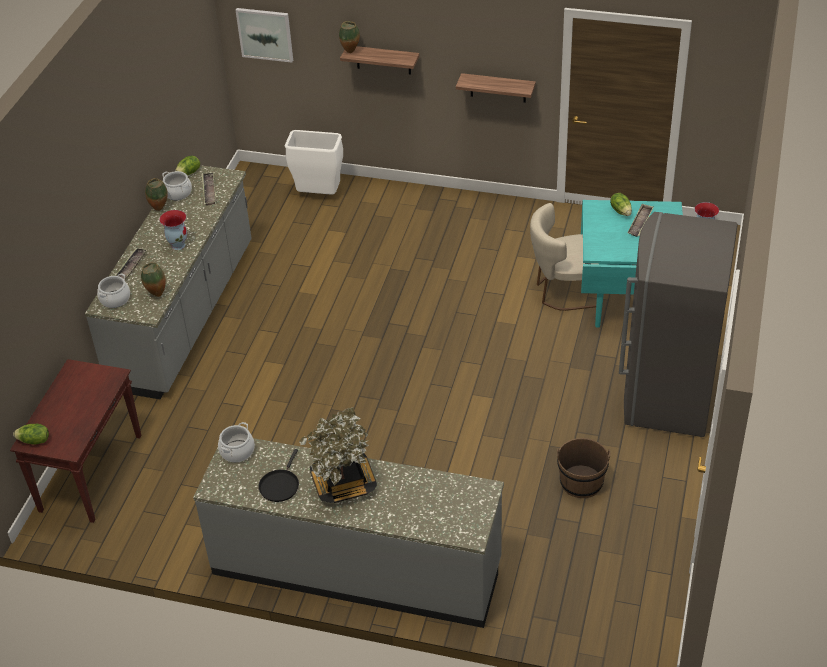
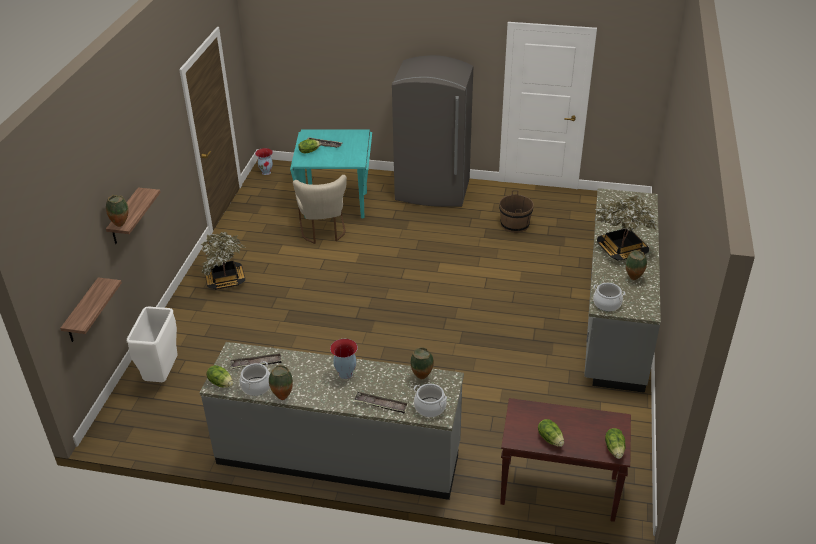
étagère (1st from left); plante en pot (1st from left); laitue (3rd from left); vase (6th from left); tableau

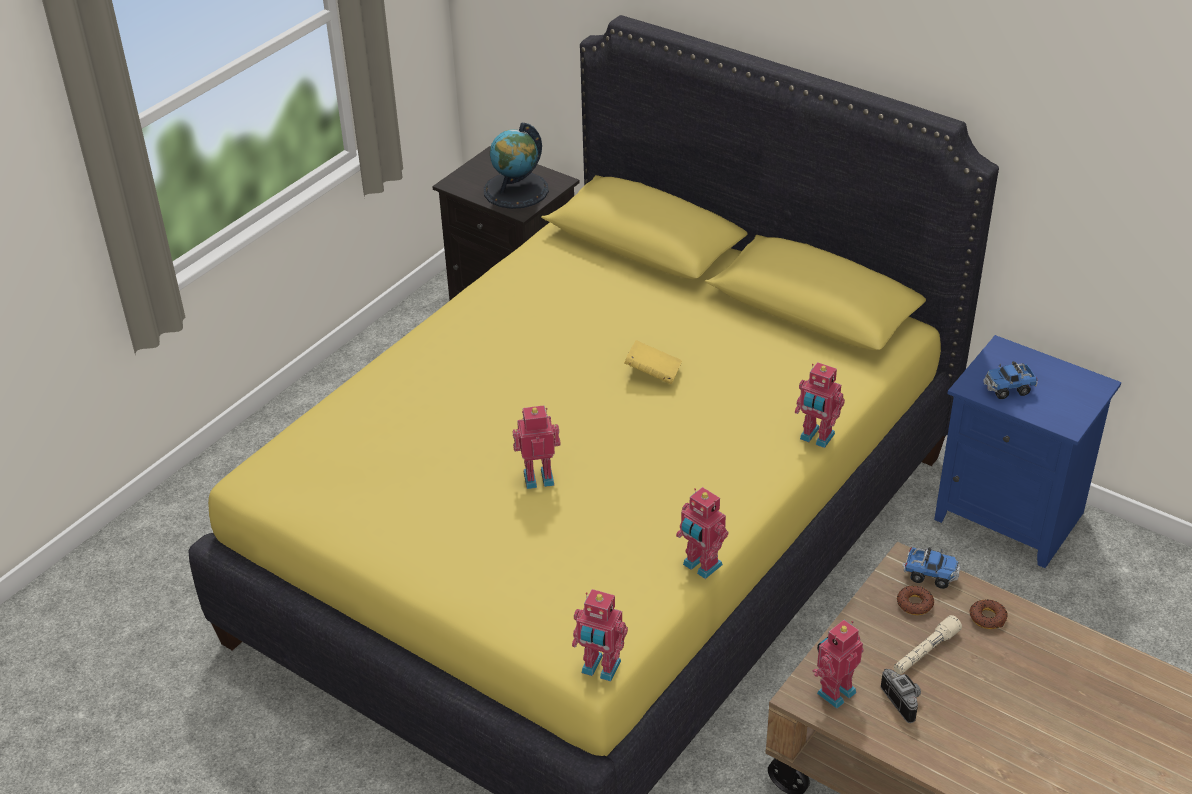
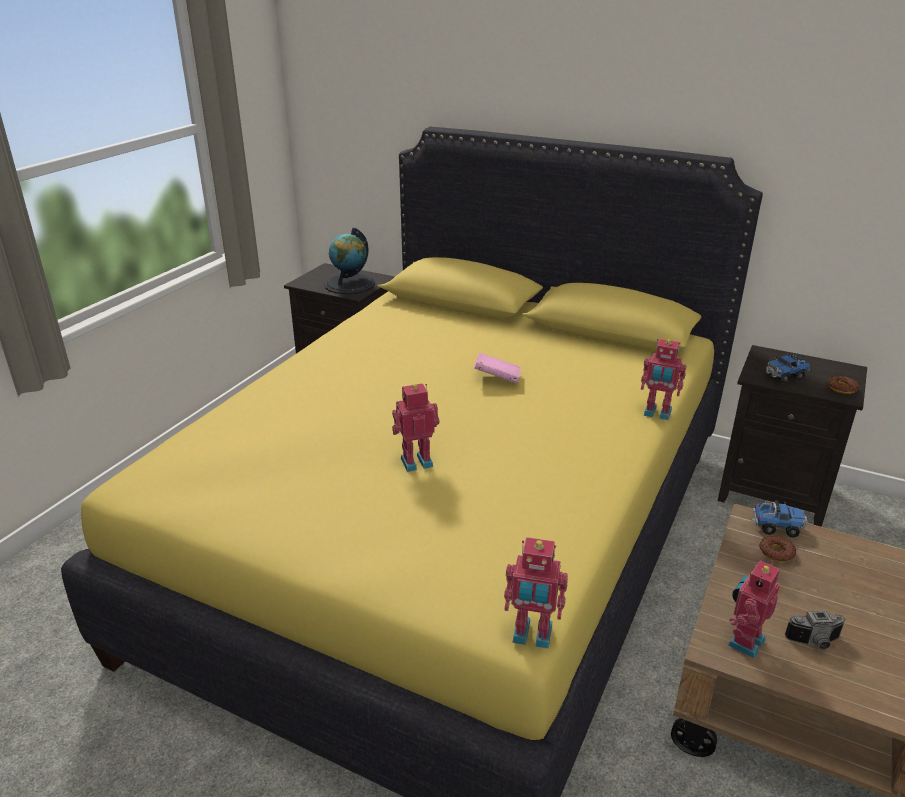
livre [rose]; table de chevet [noir] (2nd from left); appareil photo; beignet (2nd from left); robot jouet (3rd from left in the first image); lampe de poche [beige]

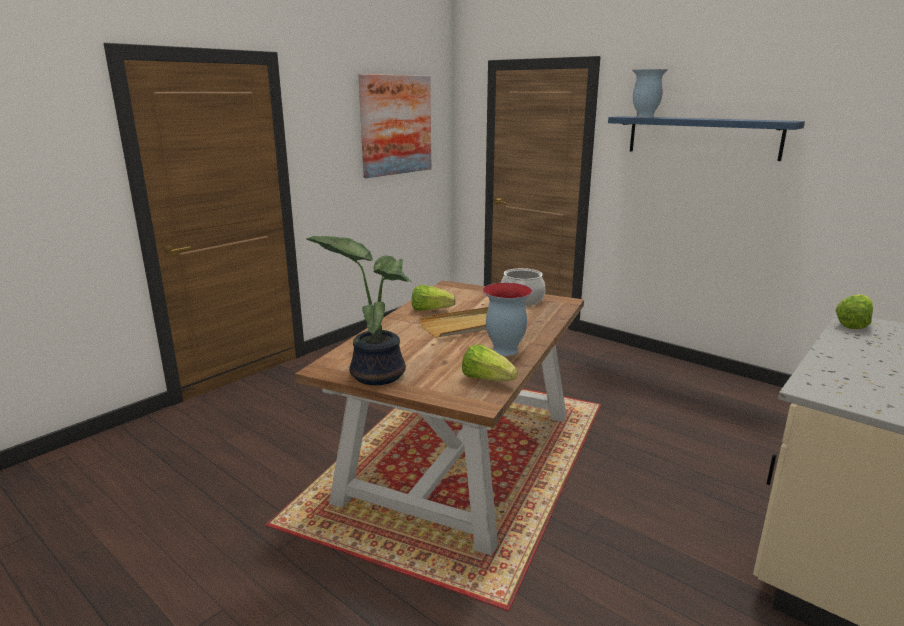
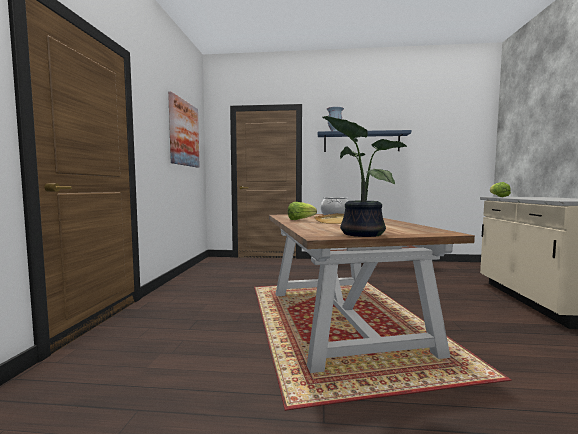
laitue (2nd from left in the first image); vase (1st from left in the first image)

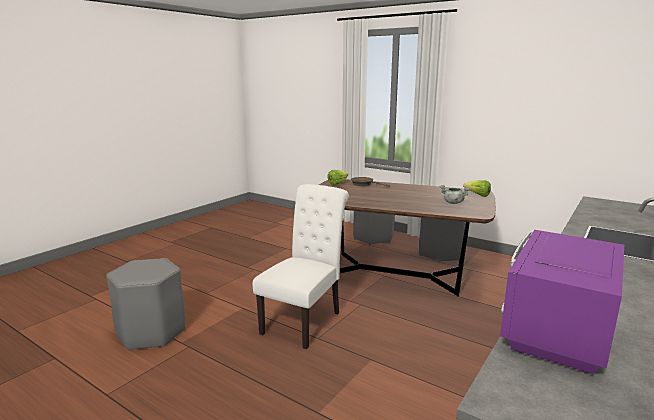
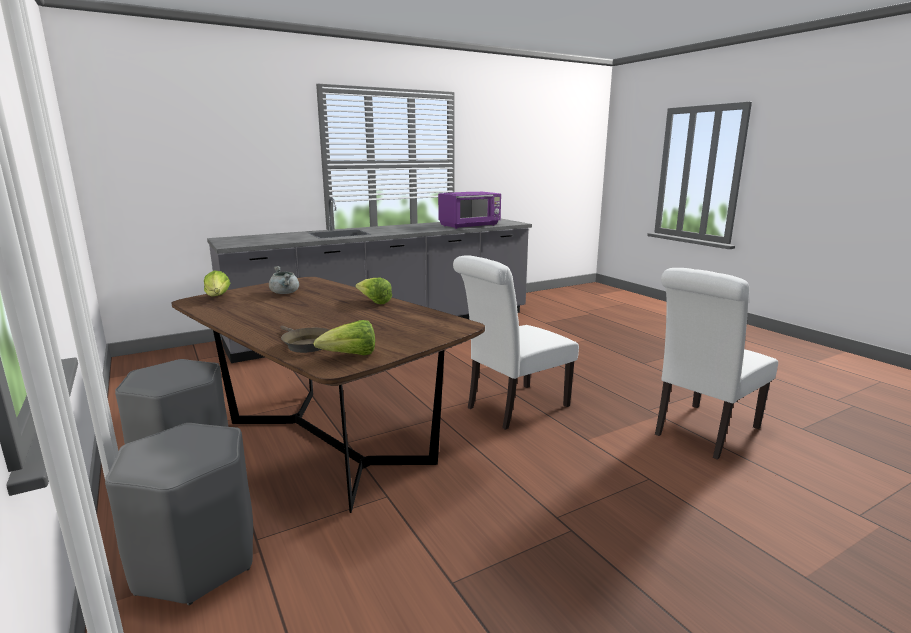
laitue (3rd from left); chaise [blanc] (2nd from left)

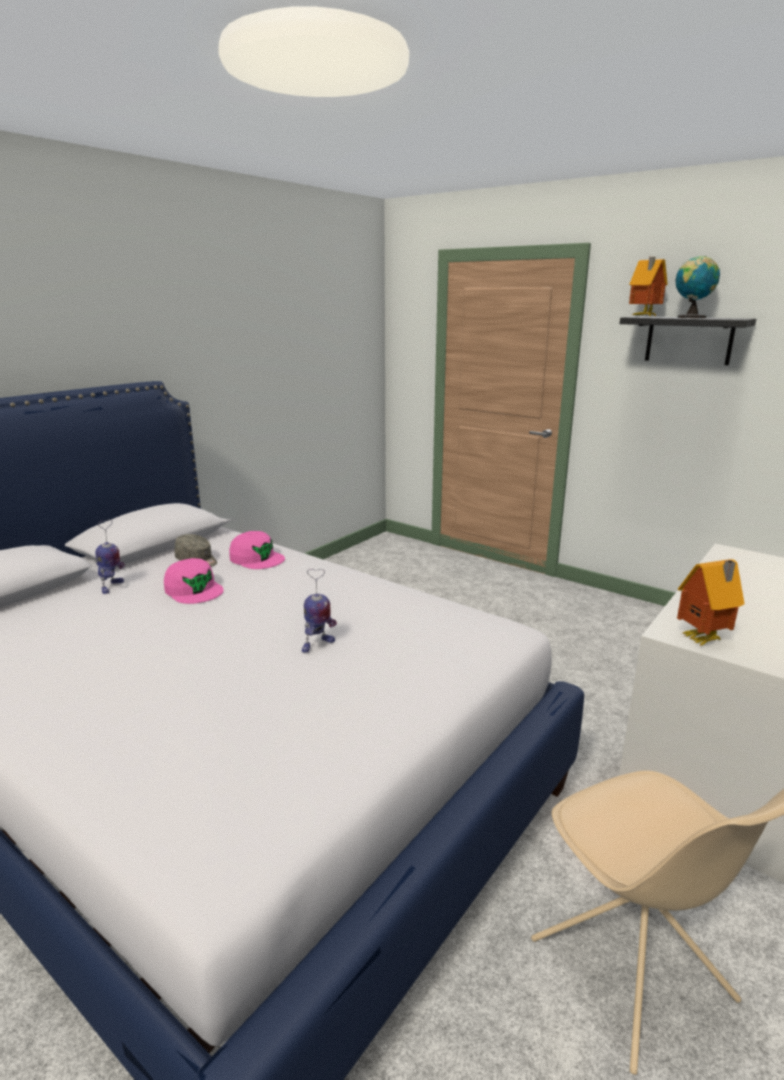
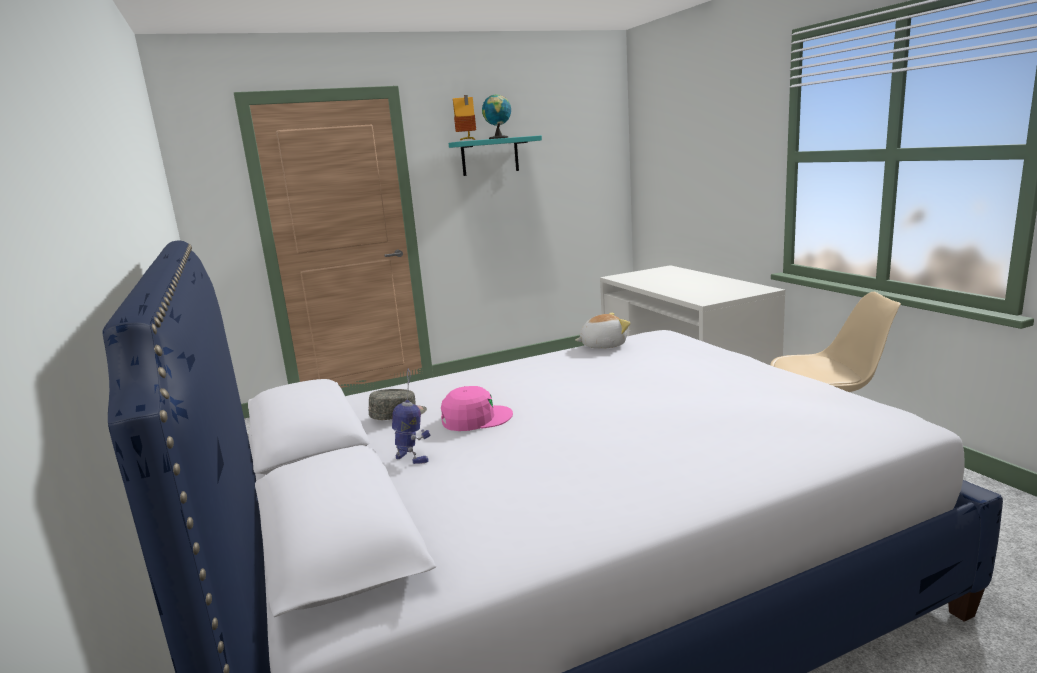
étagère [turquoise]; peluche; casquette [rose] (2nd from left in the first image); robot jouet (2nd from left in the first image); maison miniature (2nd from left in the first image)

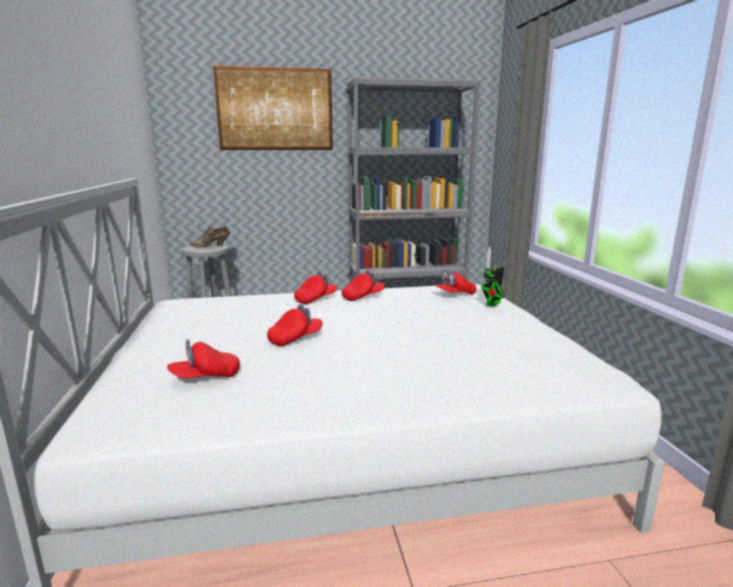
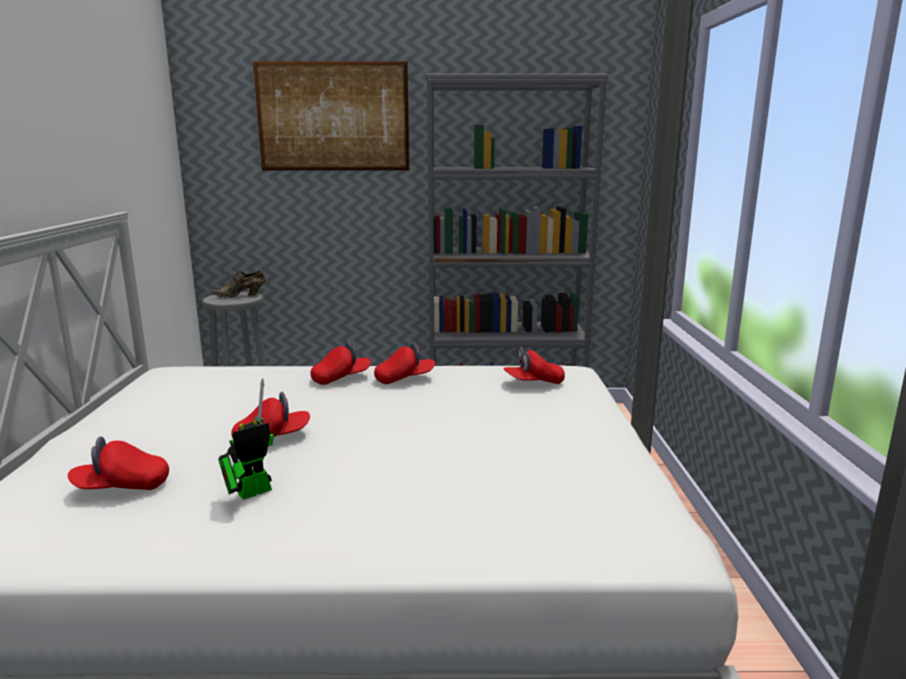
robot jouet

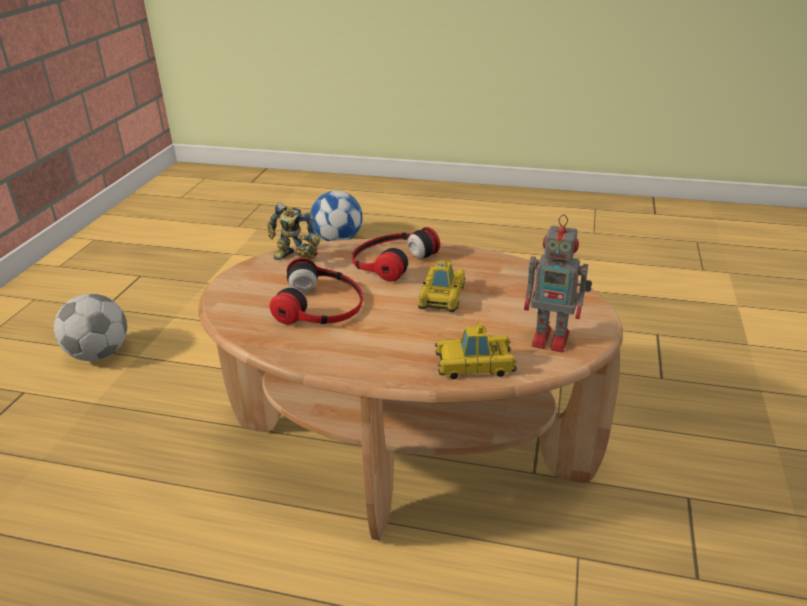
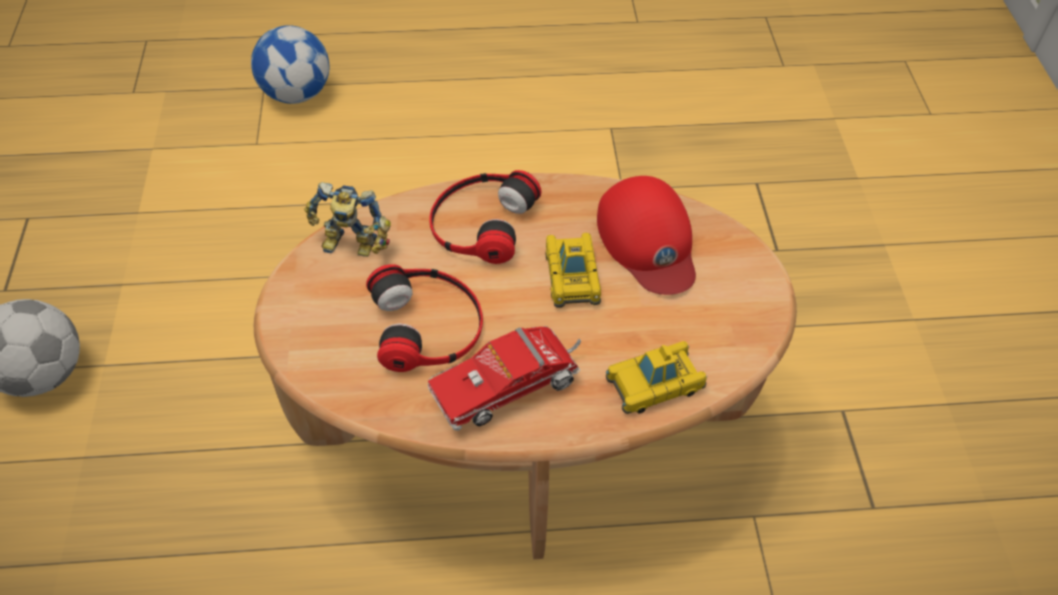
camion jouet; casquette [rouge]; robot jouet (2nd from left in the first image)

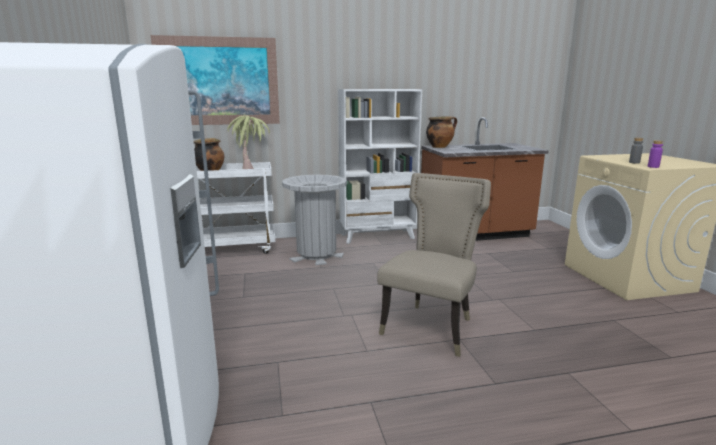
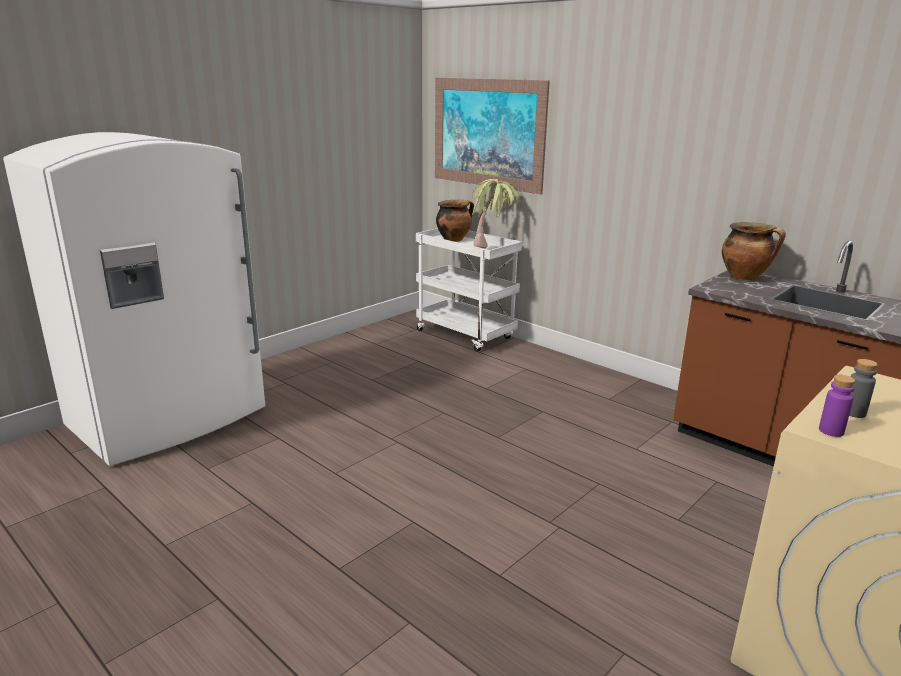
poubelle [gris]; bibliothèque [blanc]; chaise [beige]

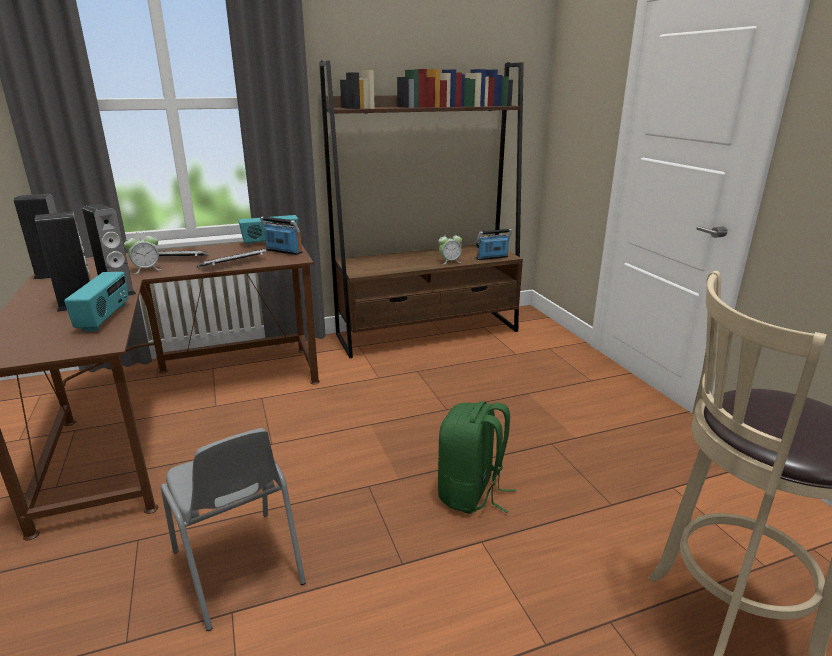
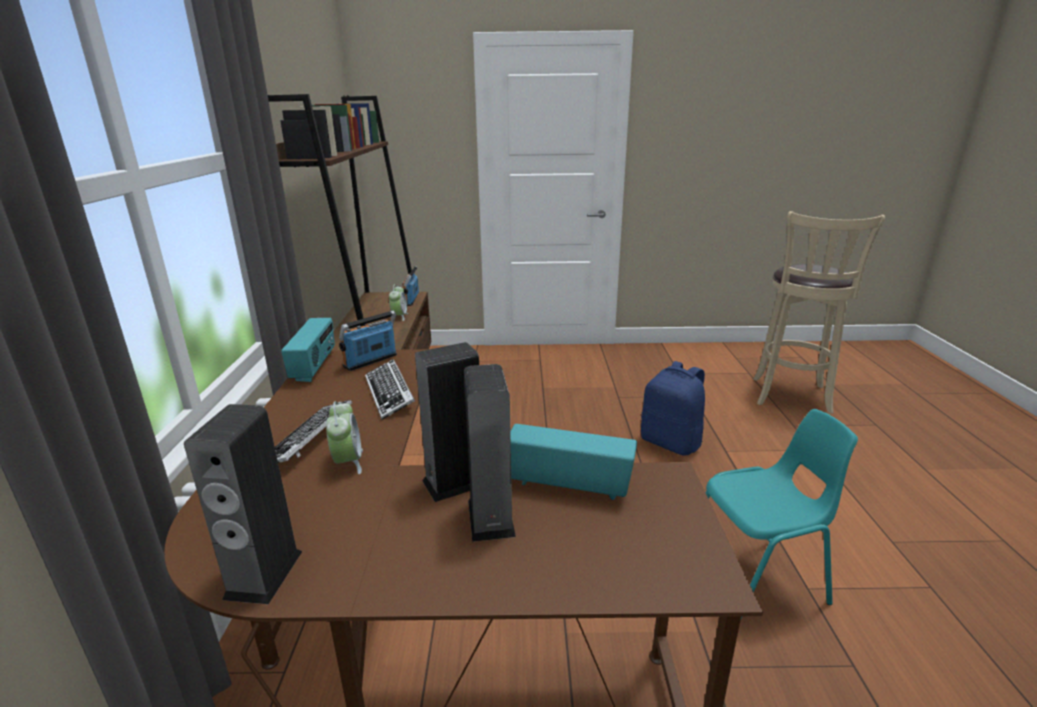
sac à dos [bleu]; chaise [turquoise]

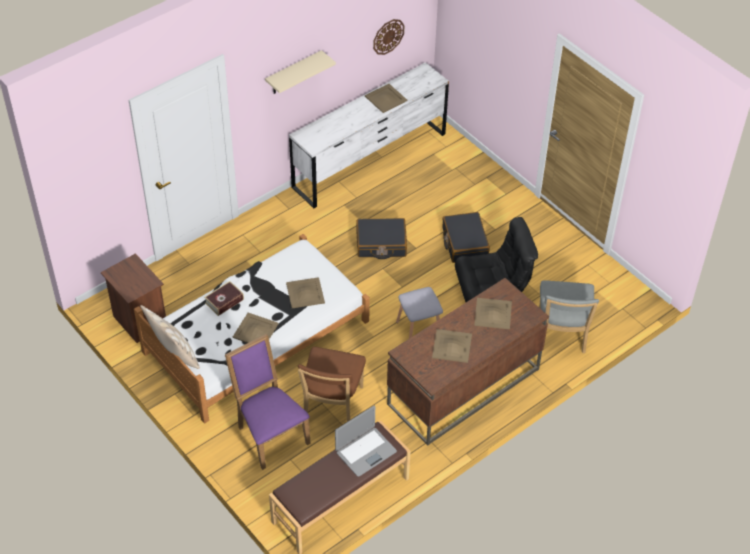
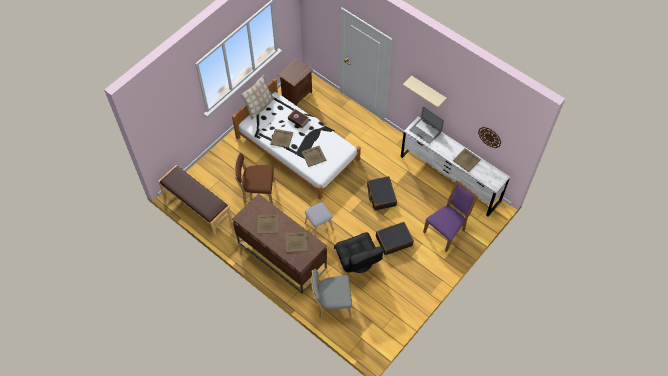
ordinateur portable; chaise [violet]

